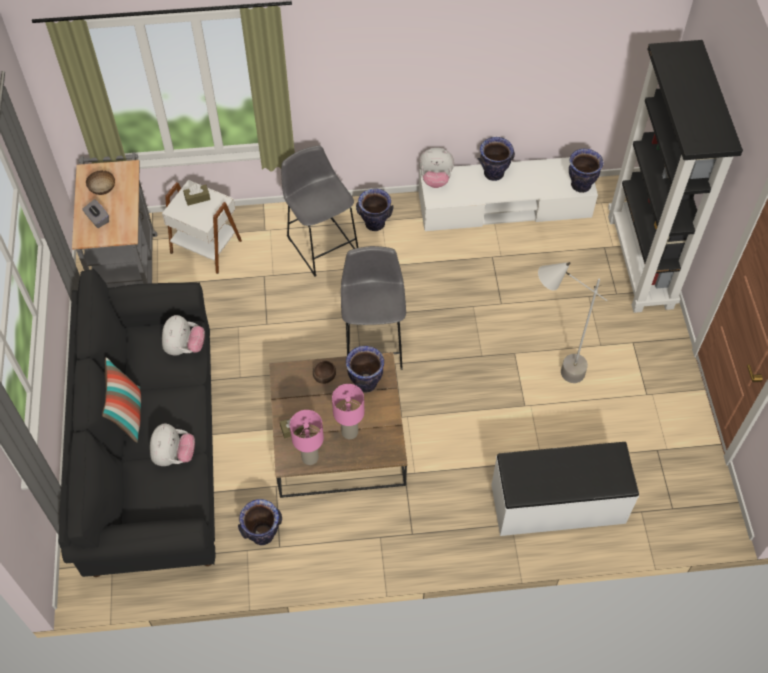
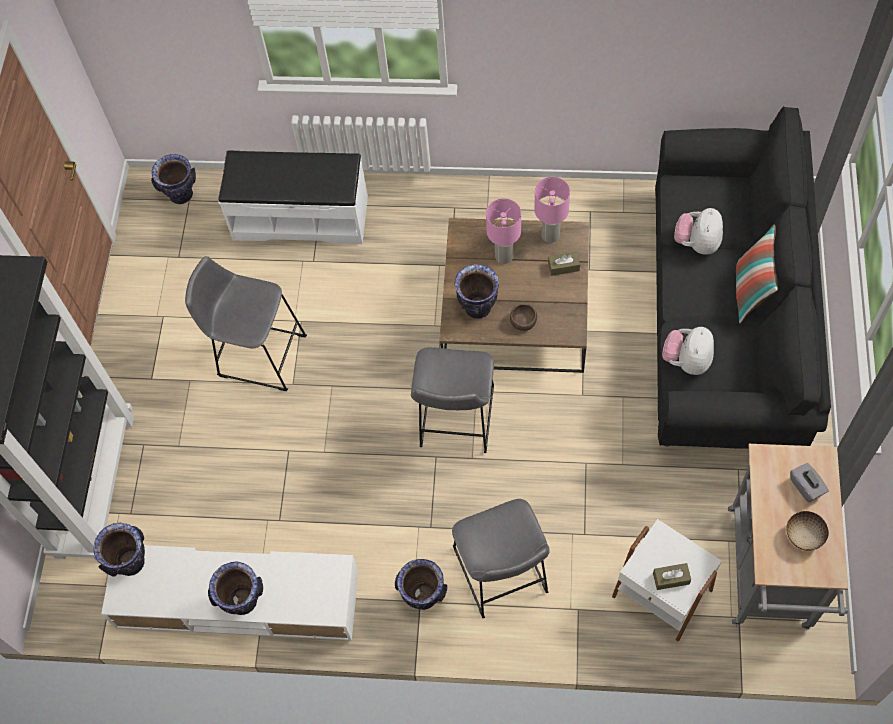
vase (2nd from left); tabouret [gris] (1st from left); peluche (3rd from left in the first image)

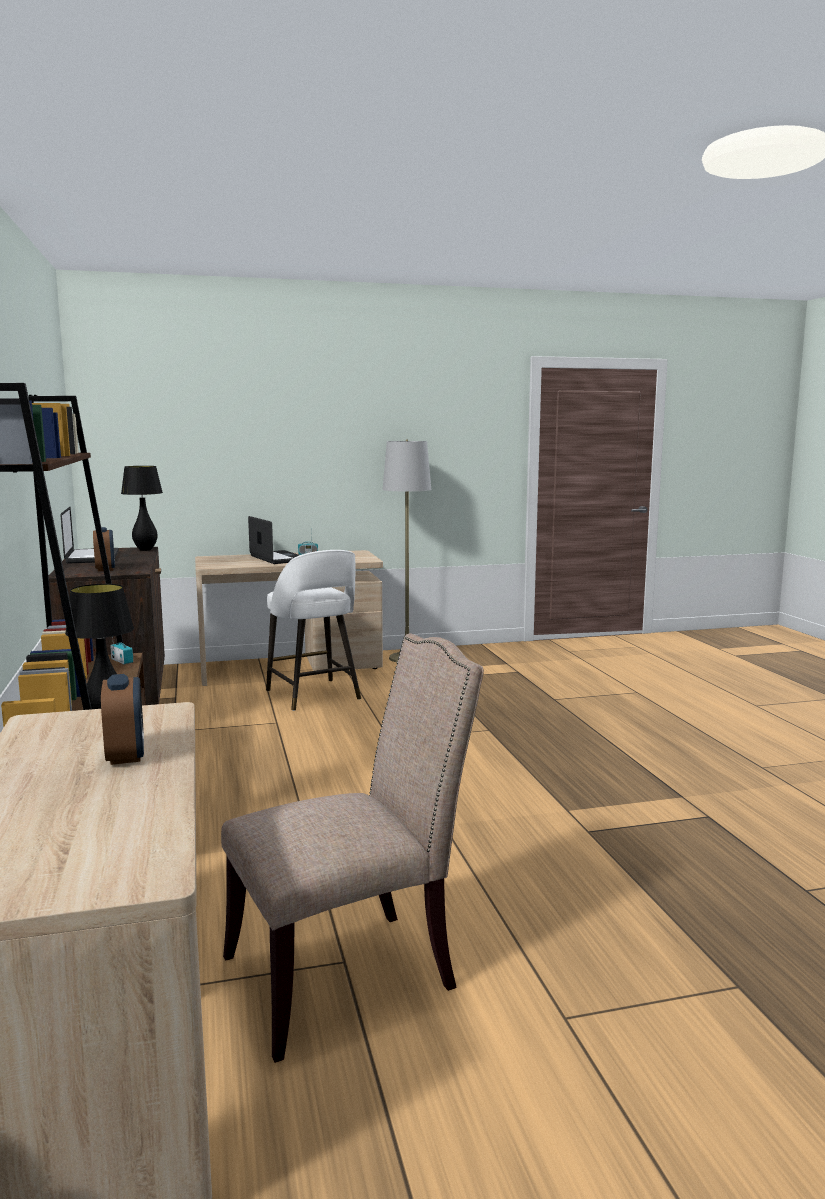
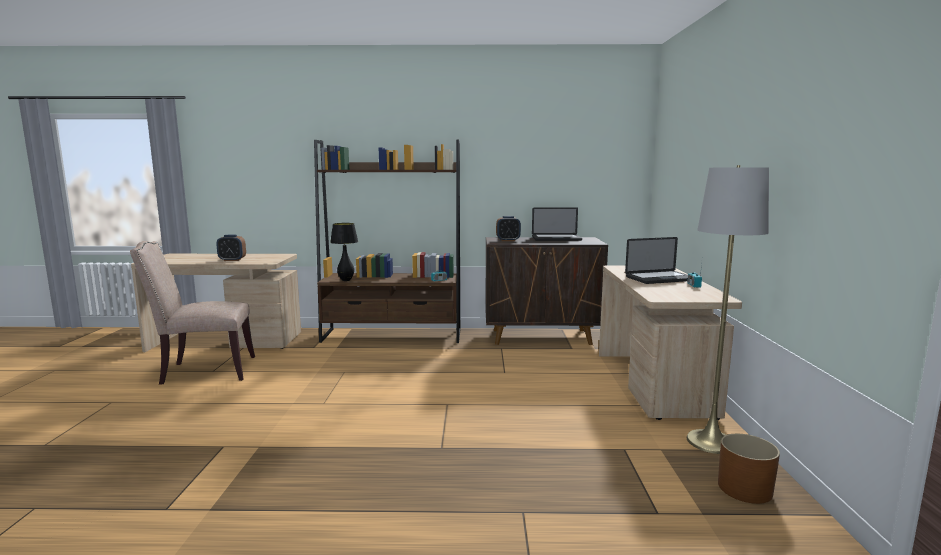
chaise [beige]; cache-pot [marron]; lampe de table [noir] (2nd from left in the first image); tabouret [blanc]

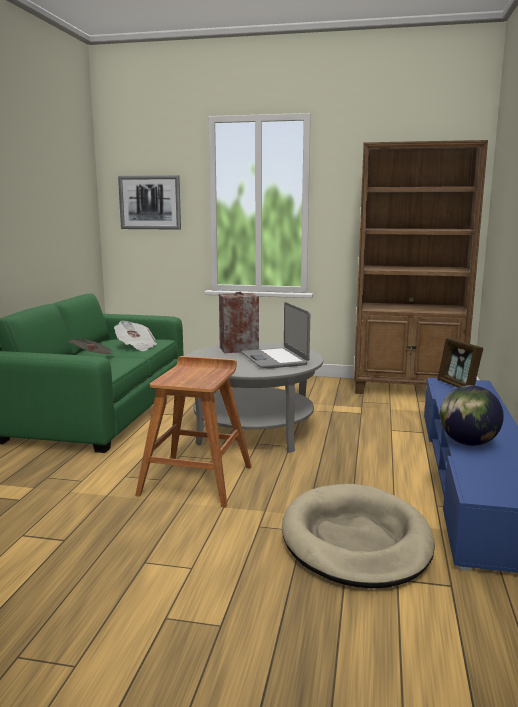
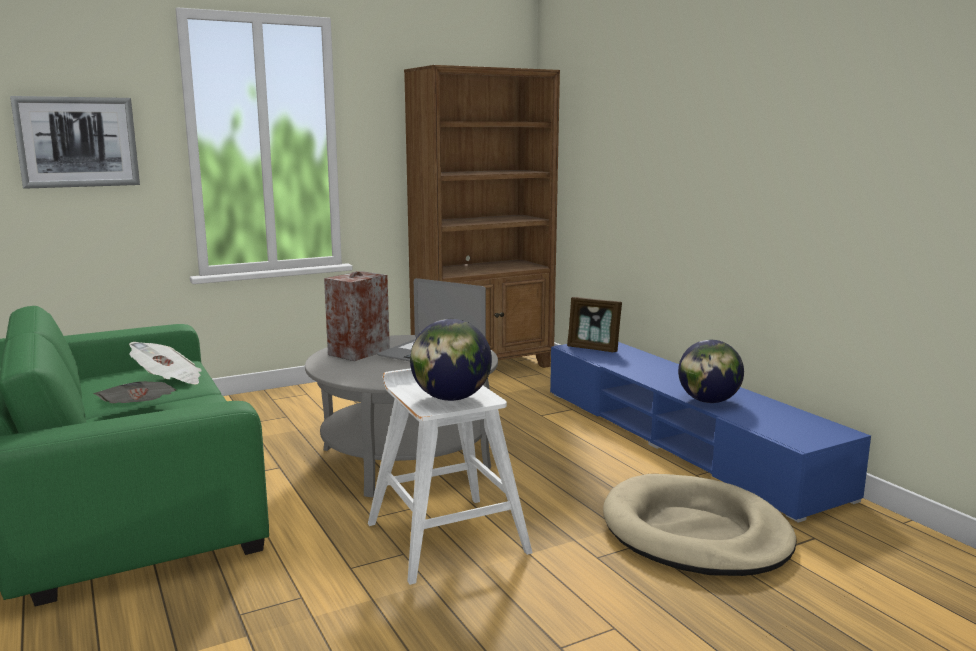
tabouret [blanc]; globe (1st from left)

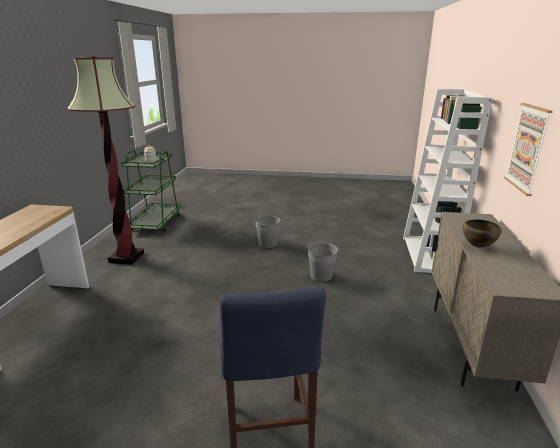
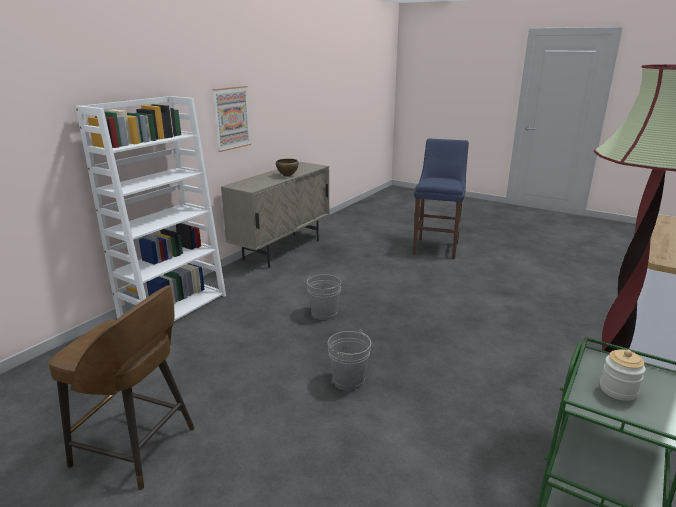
tabouret [marron]

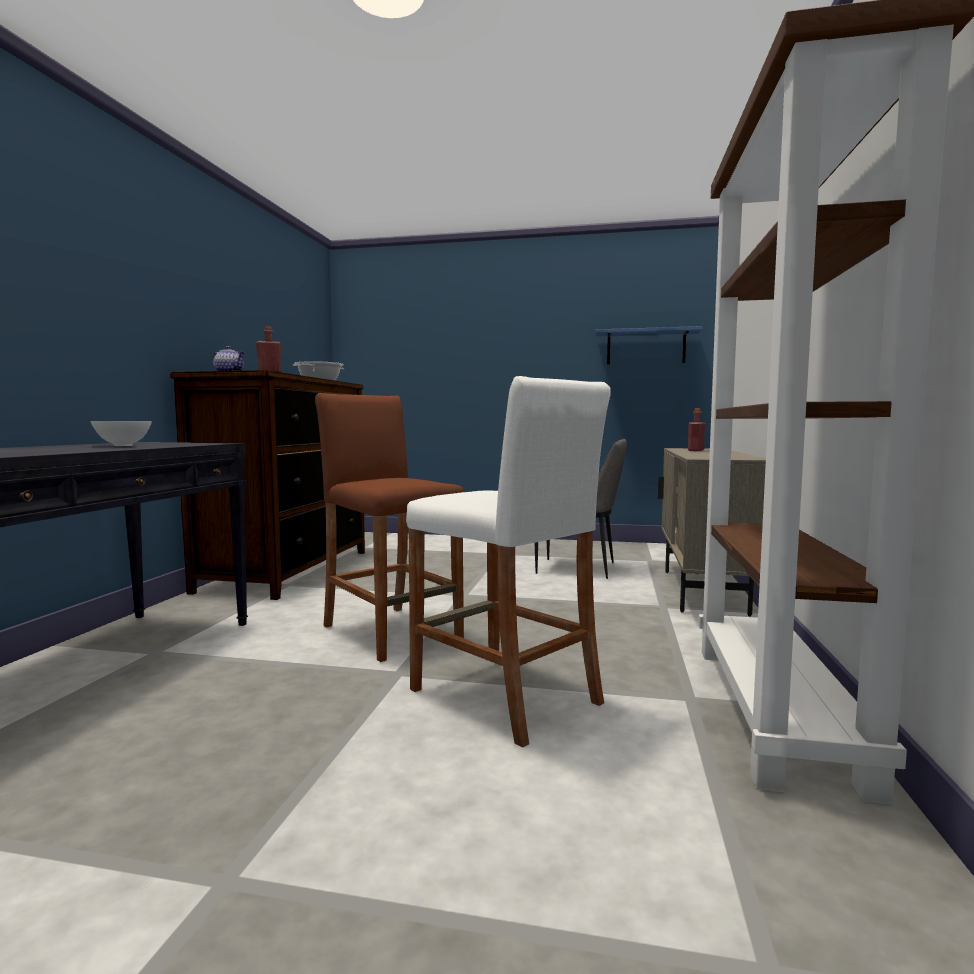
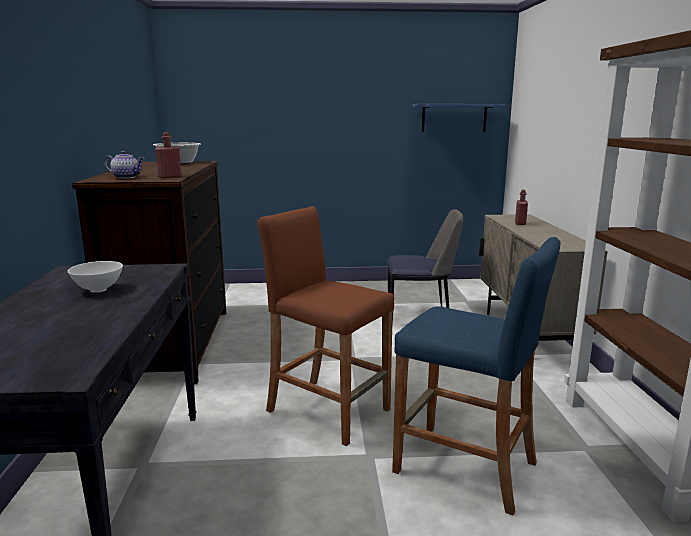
tabouret [bleu]

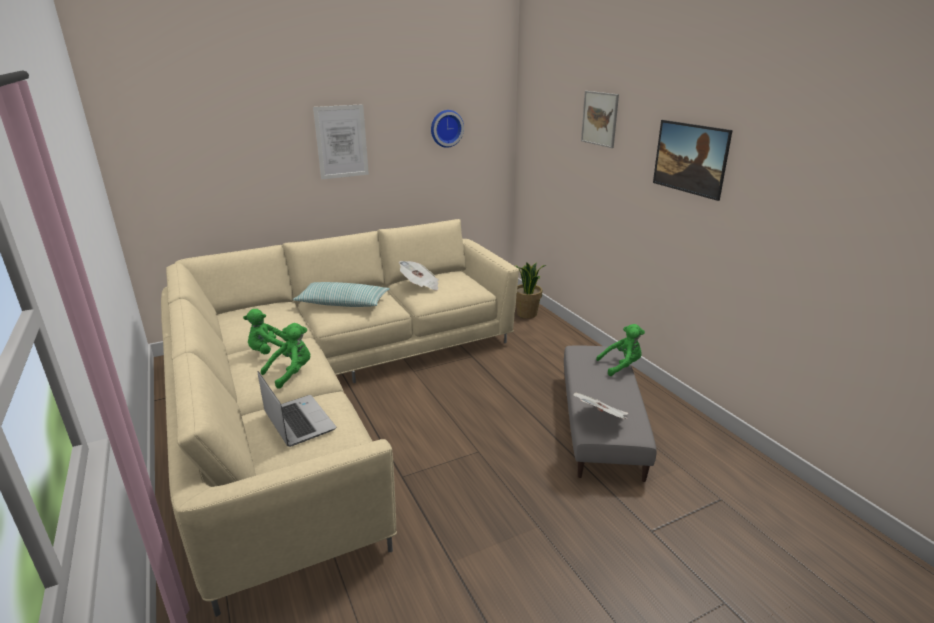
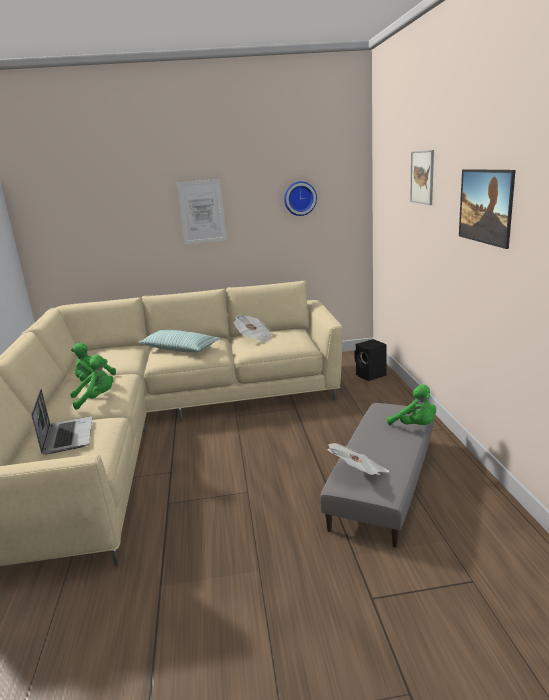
enceinte [noir]; peluche [vert] (3rd from left)

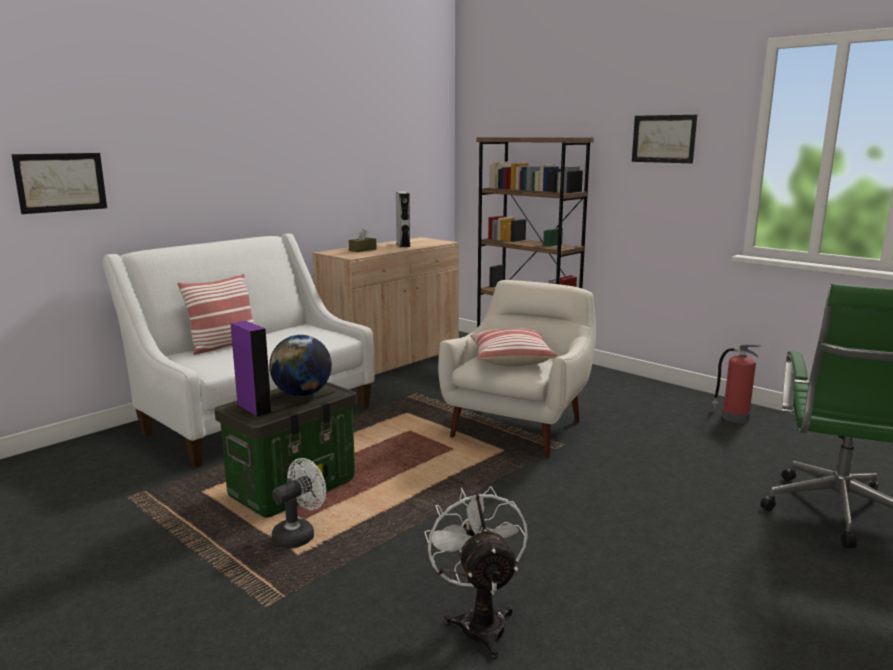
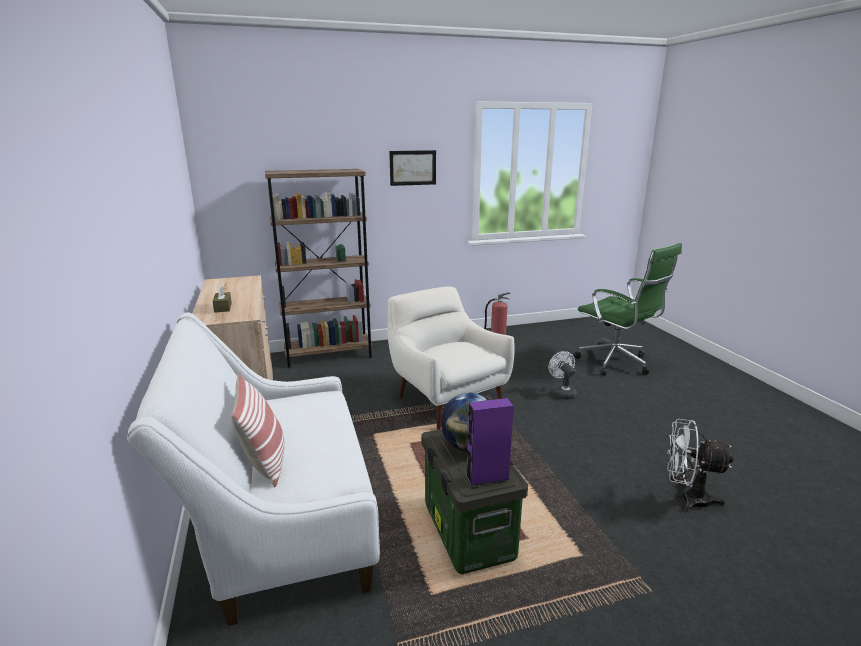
ventilateur [blanc] (1st from left); tableau (1st from left in the first image); enceinte [gris]; coussin (2nd from left in the first image)

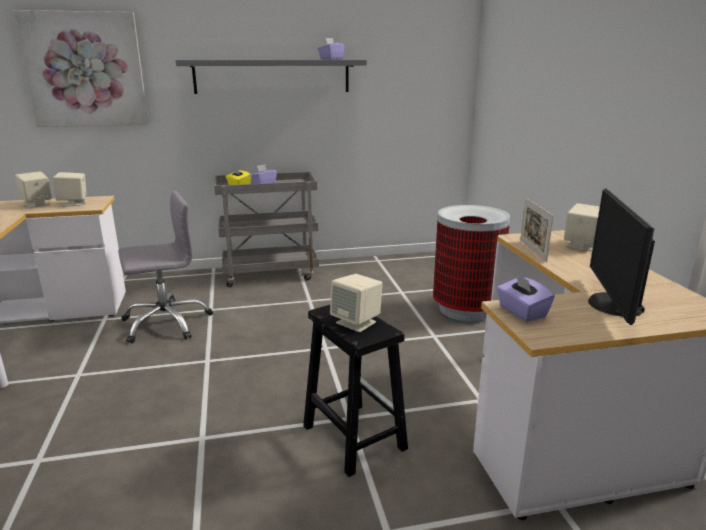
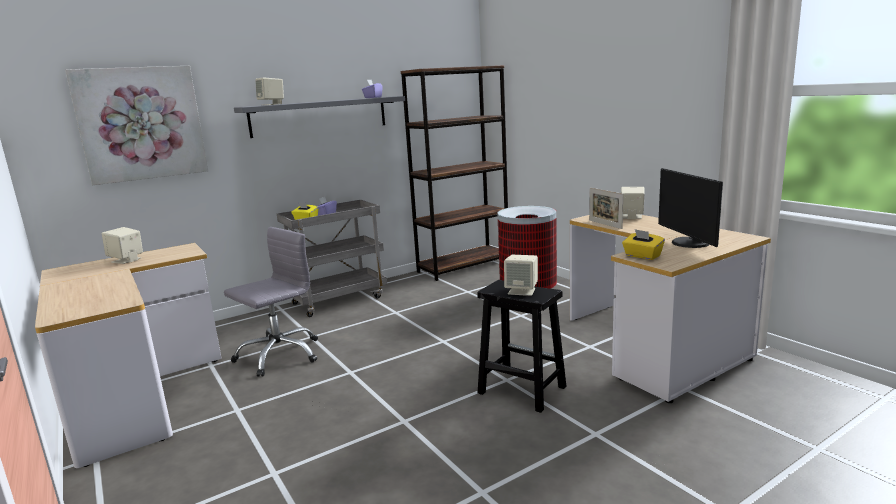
enceinte [beige] (2nd from left); bibliothèque [marron]; boîte à mouchoirs [jaune] (2nd from left)

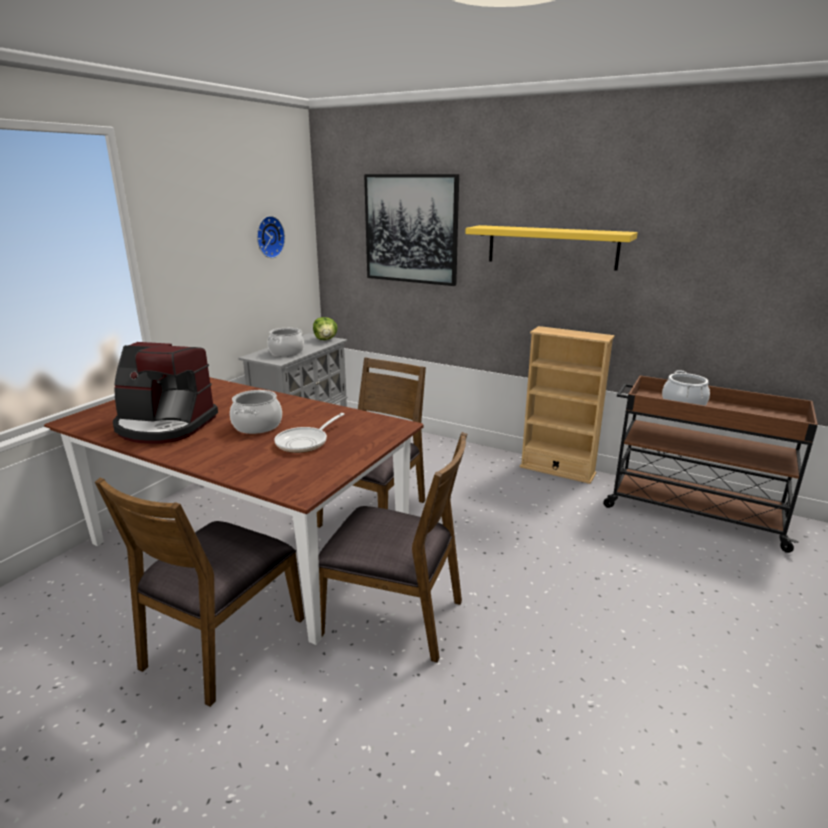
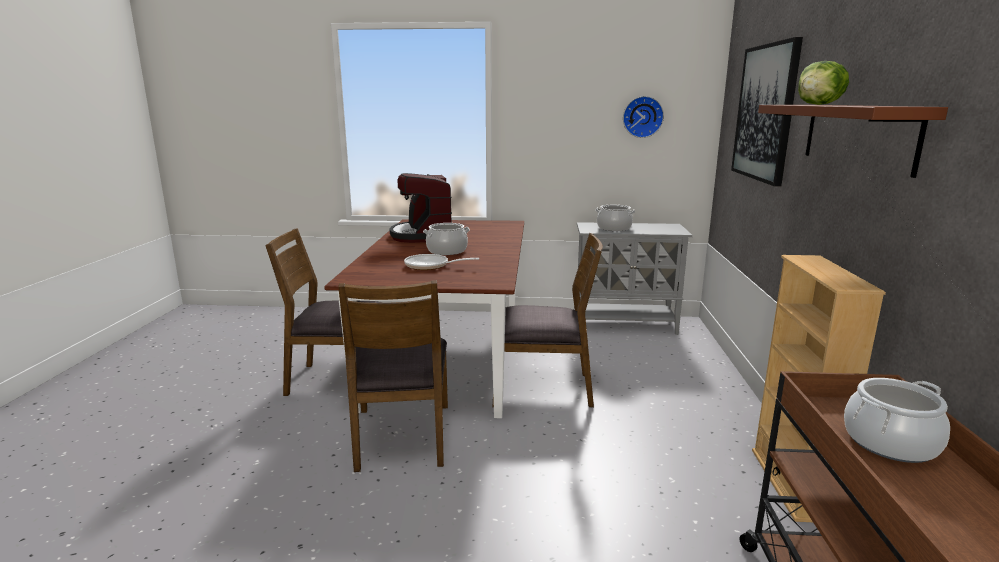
étagère [marron]; laitue

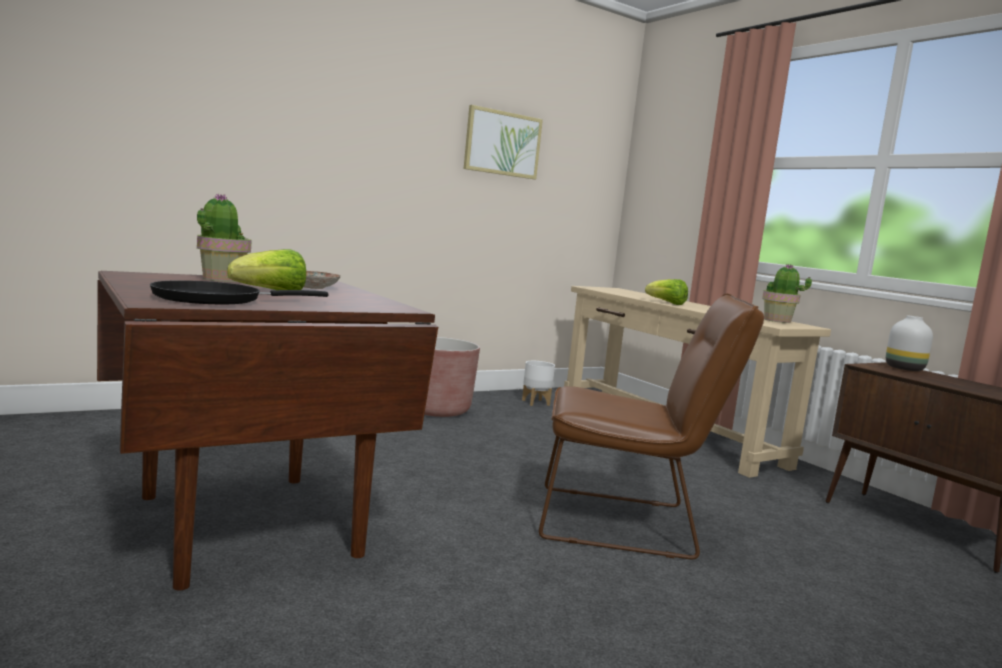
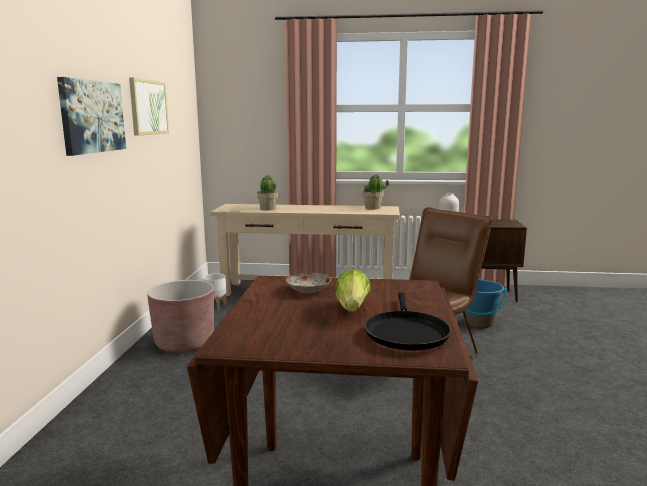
tableau (1st from left); plante en pot (1st from left); seau [bleu]; laitue (2nd from left in the first image)

